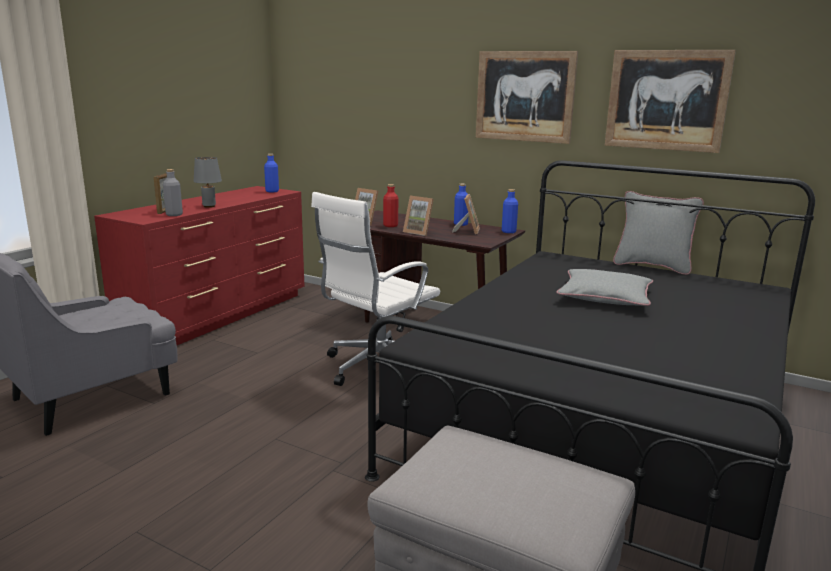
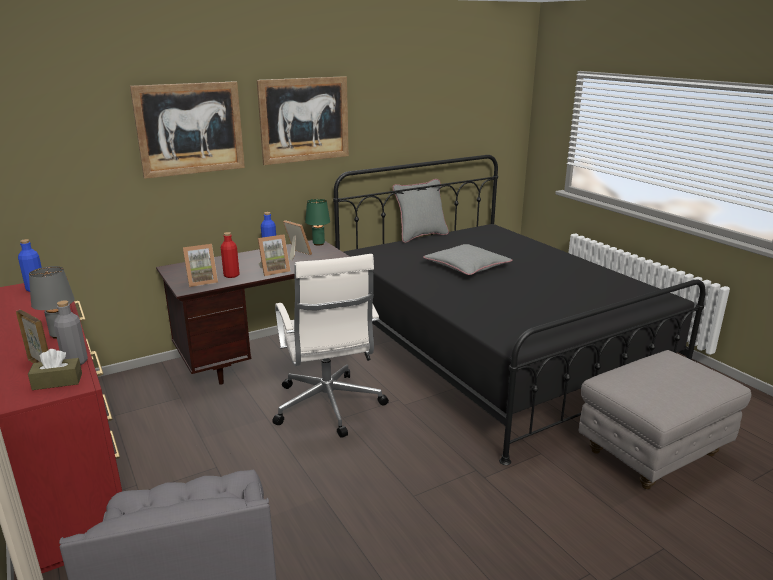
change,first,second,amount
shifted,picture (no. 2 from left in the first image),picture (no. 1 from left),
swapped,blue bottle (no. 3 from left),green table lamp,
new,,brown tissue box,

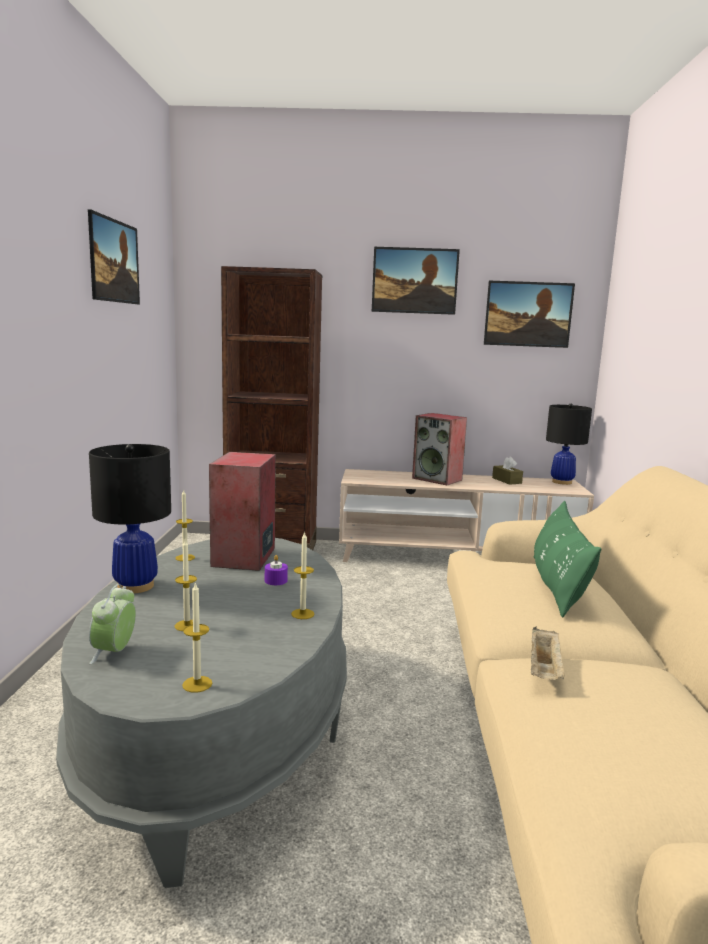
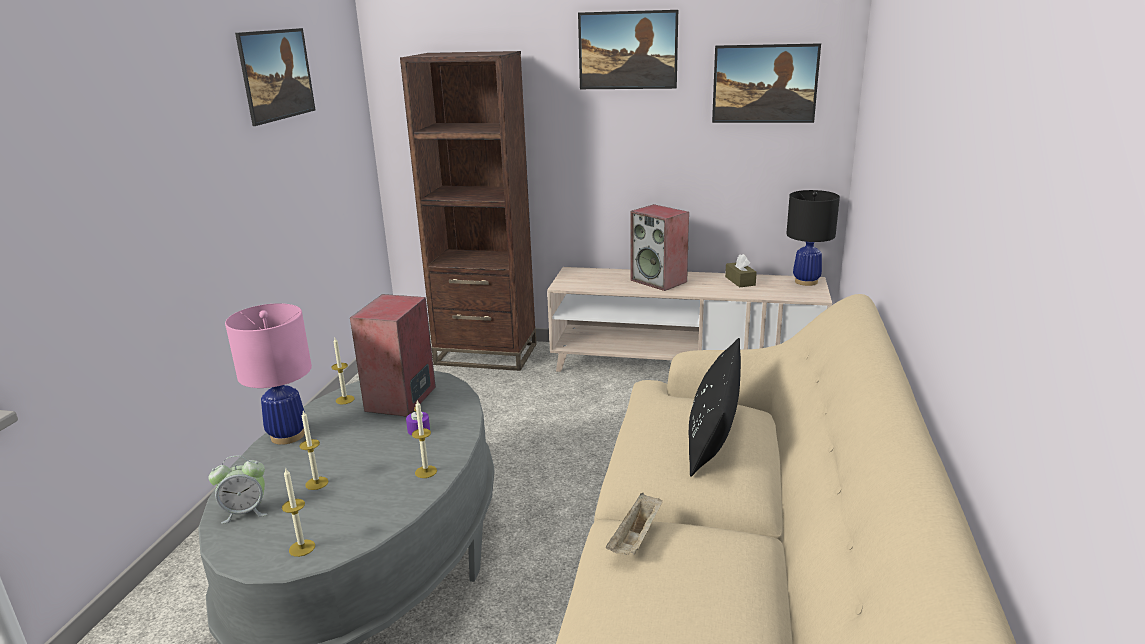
change,first,second,amount
repainted,black table lamp (no. 1 from left),pink table lamp,
repainted,green pillow,black pillow,
rotated,alarm clock,,120 degrees counterclockwise

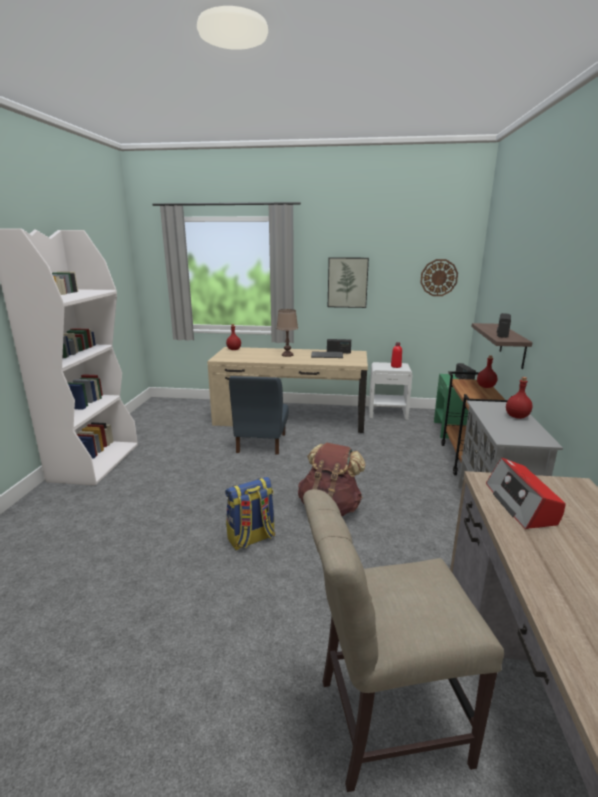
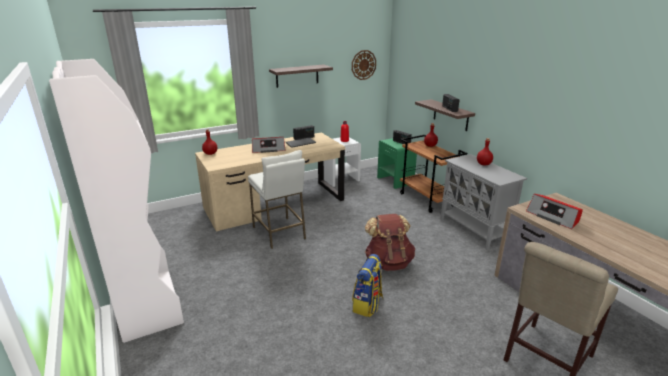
change,first,second,amount
swapped,picture,shelf (no. 1 from left),
swapped,brown table lamp,radio (no. 1 from left),
swapped,blue chair,white stool,

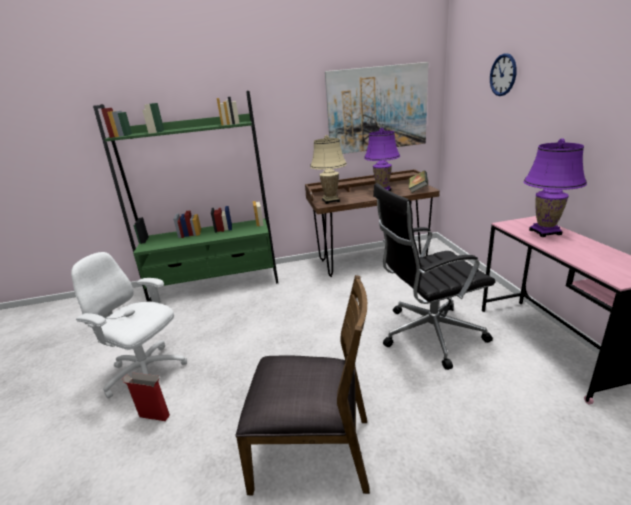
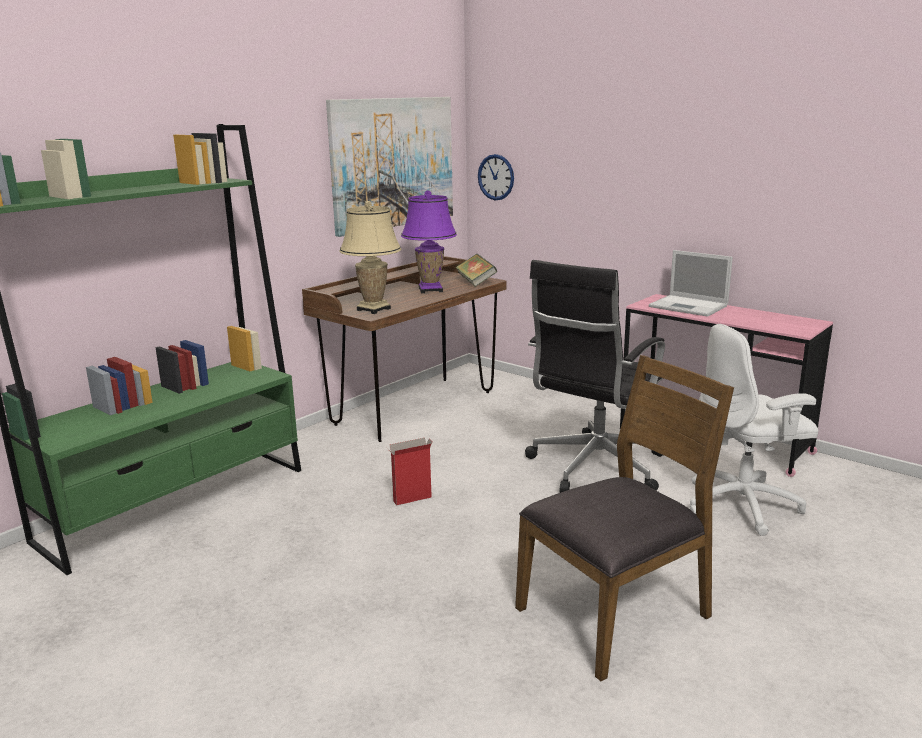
change,first,second,amount
shifted,wall clock,,
swapped,purple table lamp (no. 2 from left),laptop,
shifted,white office chair,,
shifted,cardboard box,,

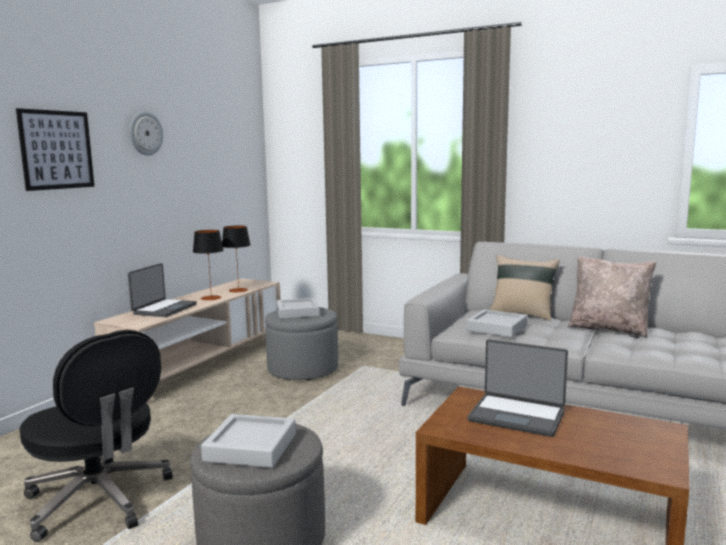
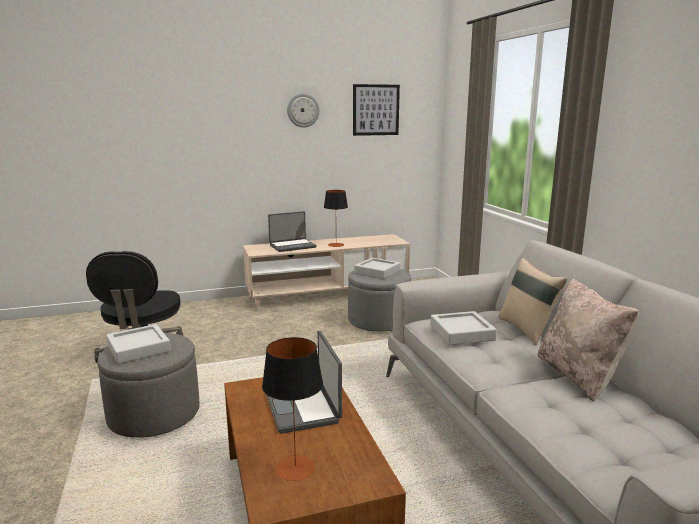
change,first,second,amount
shifted,picture,,
shifted,table lamp (no. 2 from left in the first image),table lamp (no. 1 from left),

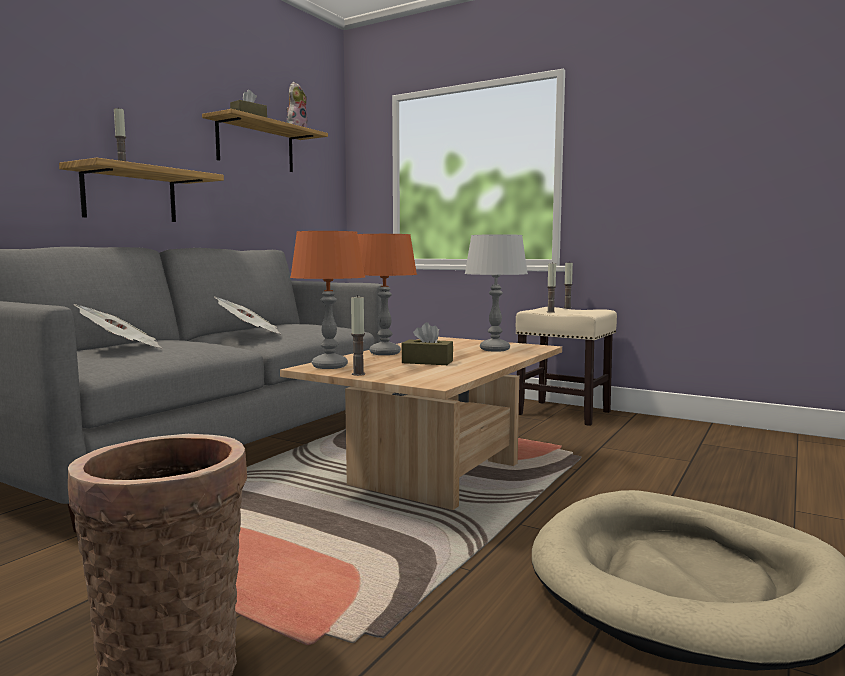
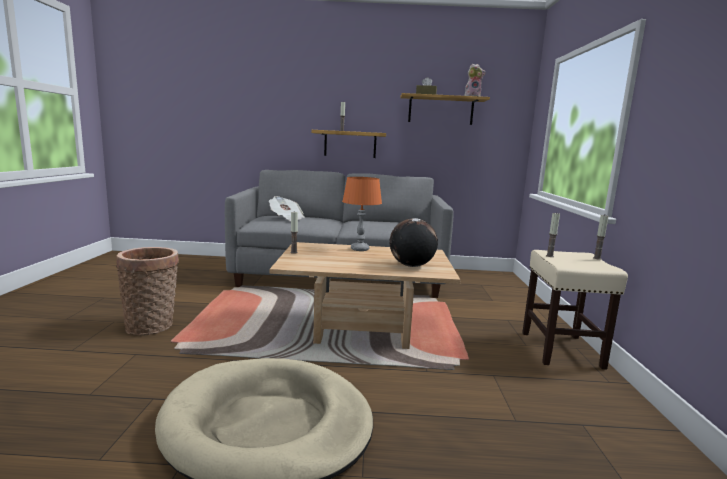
change,first,second,amount
gone,orange table lamp (no. 1 from left),,
swapped,grey table lamp,globe,
gone,newspaper (no. 2 from left),,
gone,brown tissue box (no. 2 from left),,

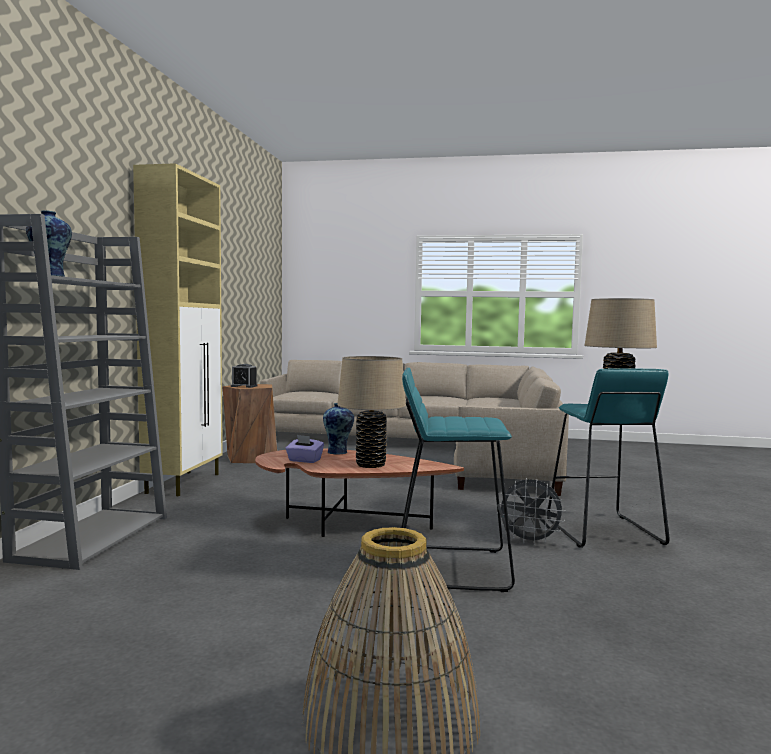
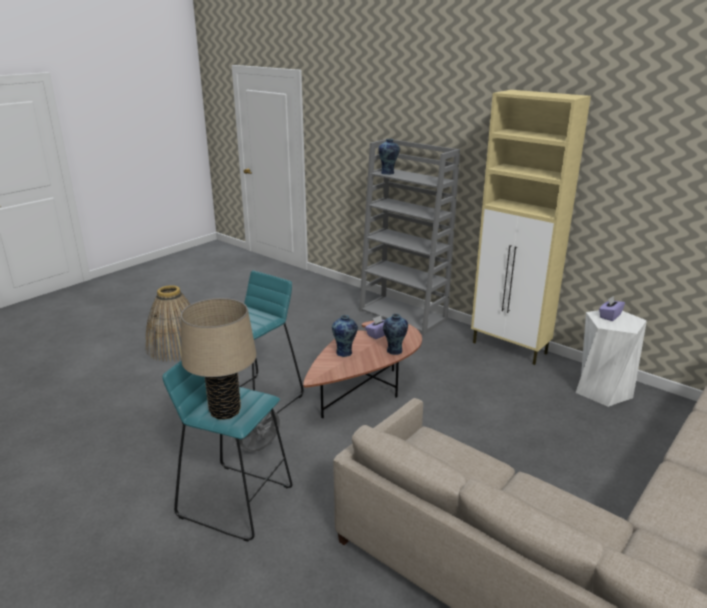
change,first,second,amount
swapped,beige table lamp (no. 1 from left),vase (no. 1 from left),
swapped,alarm clock,purple tissue box (no. 2 from left),
repainted,brown stool,white stool,

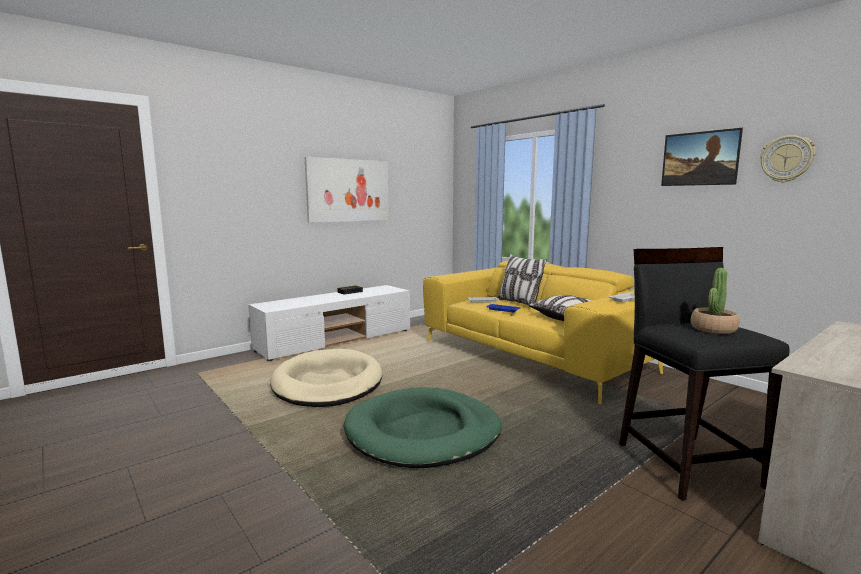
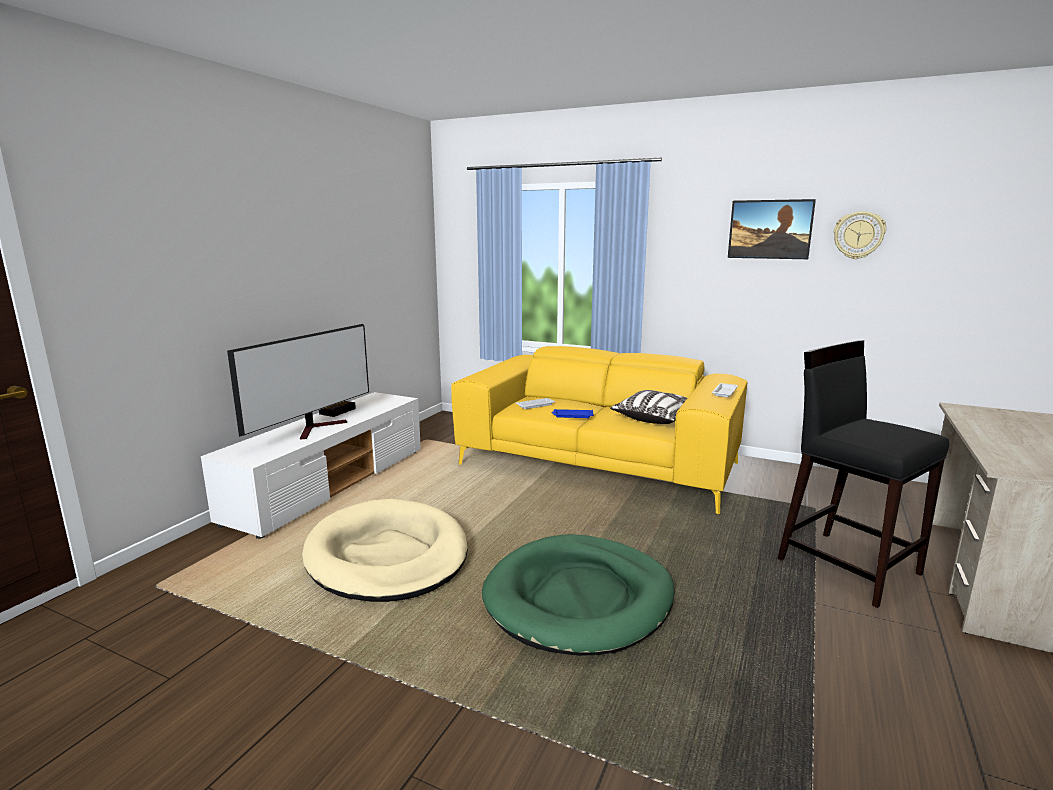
change,first,second,amount
gone,picture (no. 1 from left),,
gone,pillow (no. 1 from left),,
gone,potted plant,,
new,,television,

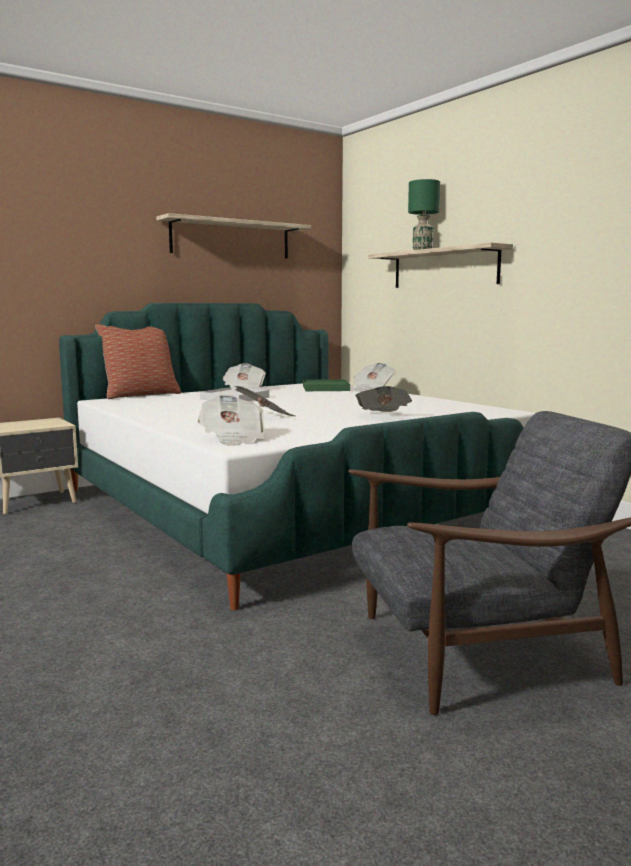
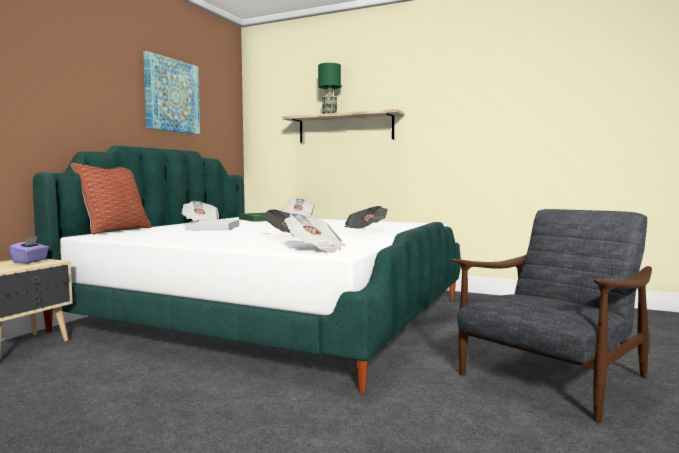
change,first,second,amount
swapped,shelf (no. 1 from left),picture,
new,,purple tissue box,

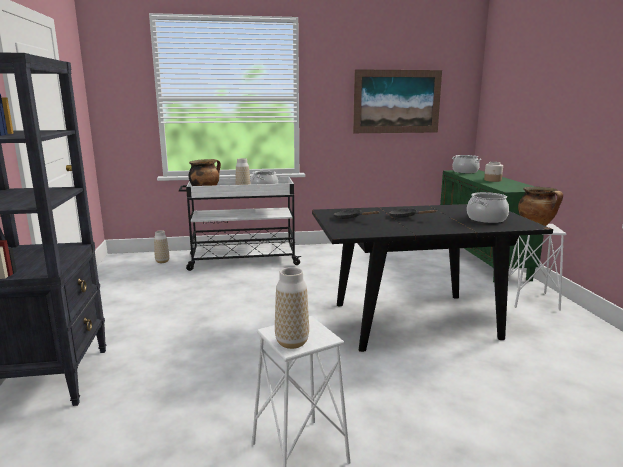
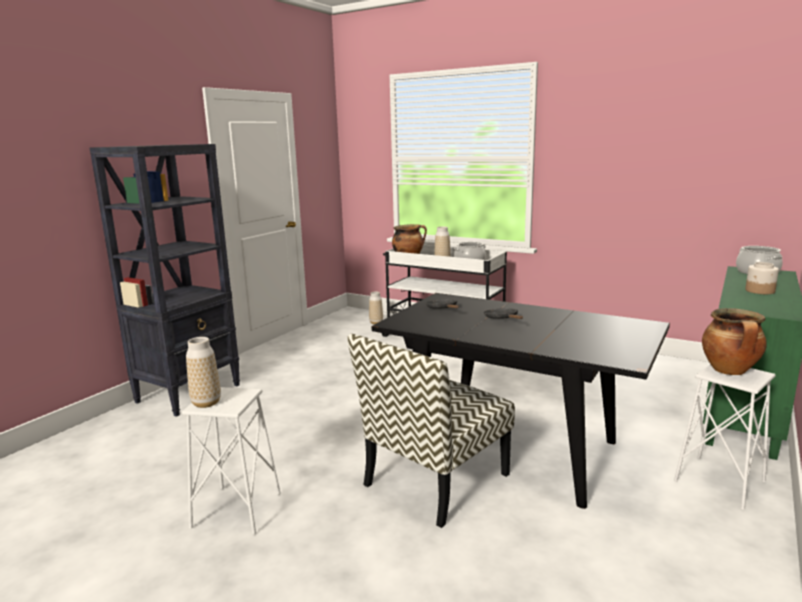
change,first,second,amount
gone,picture,,
gone,cooking pot (no. 4 from left),,
new,,chair,

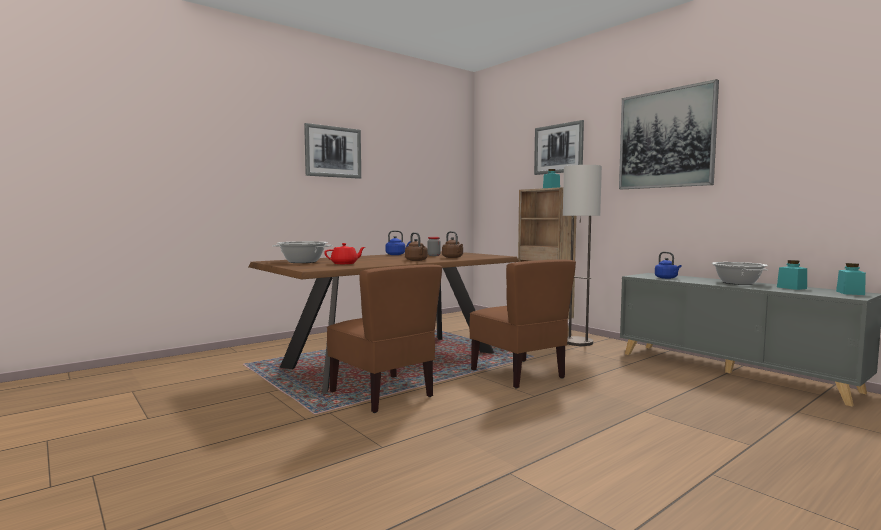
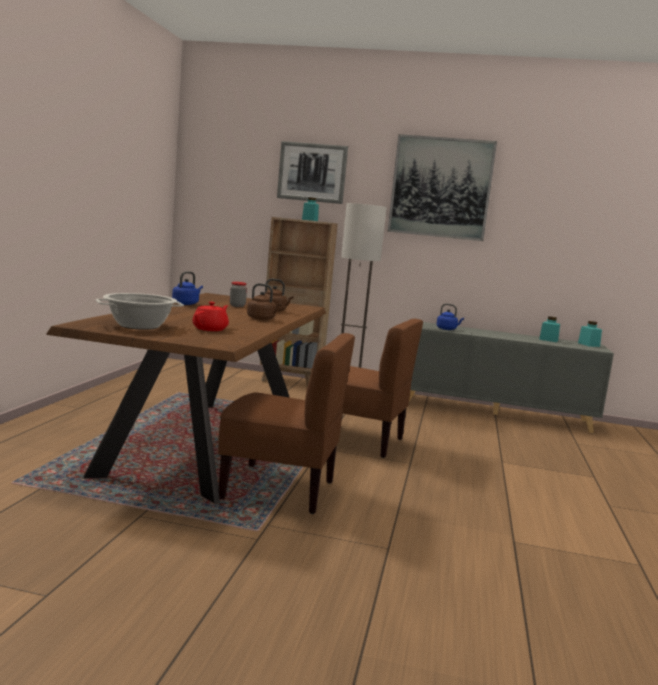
change,first,second,amount
gone,picture (no. 1 from left),,
gone,cooking pot (no. 2 from left),,

